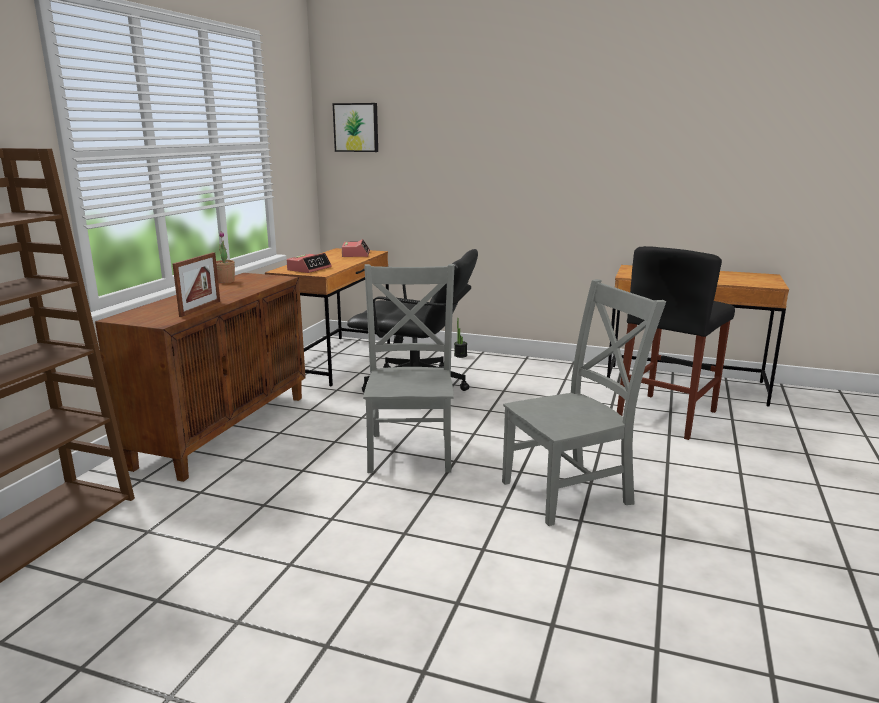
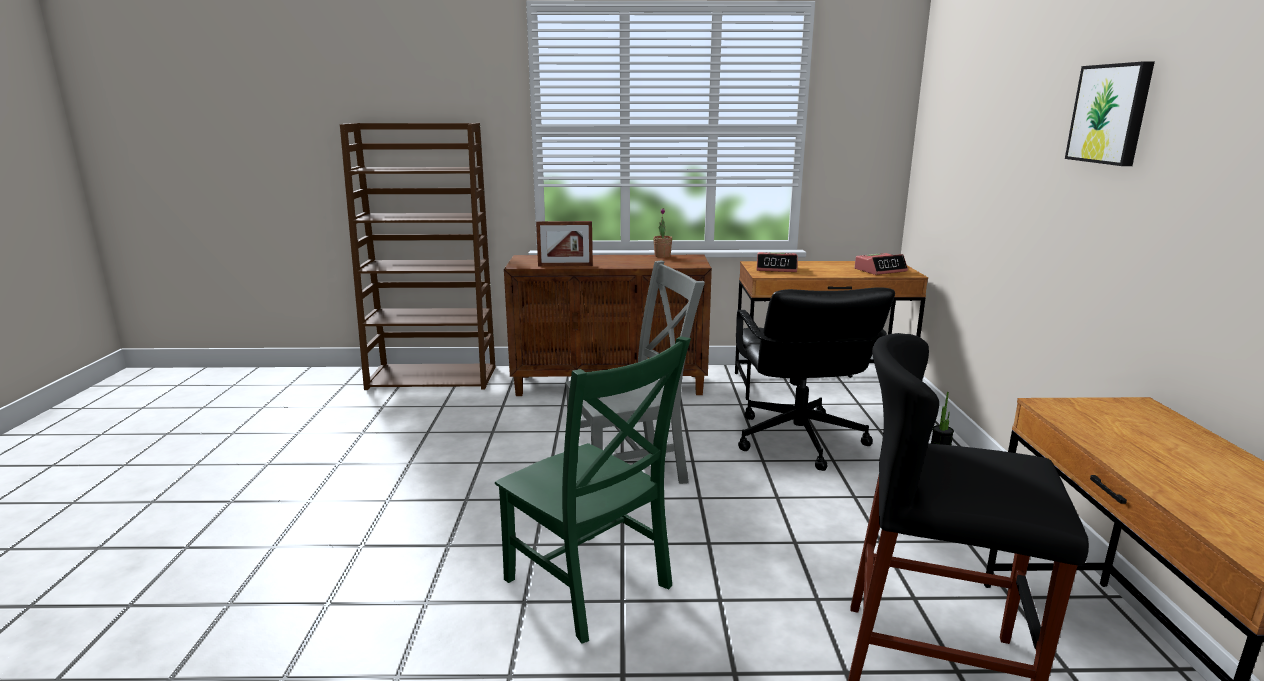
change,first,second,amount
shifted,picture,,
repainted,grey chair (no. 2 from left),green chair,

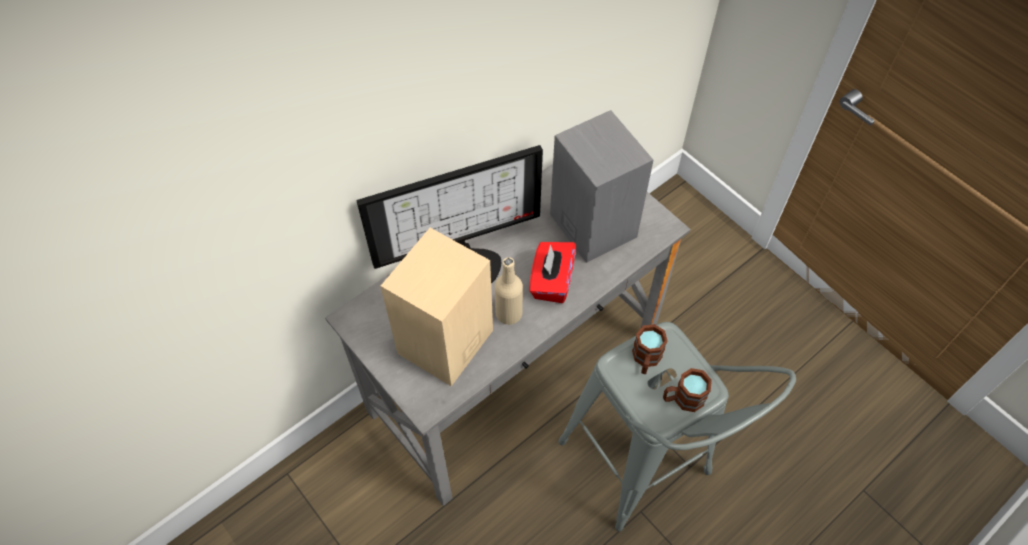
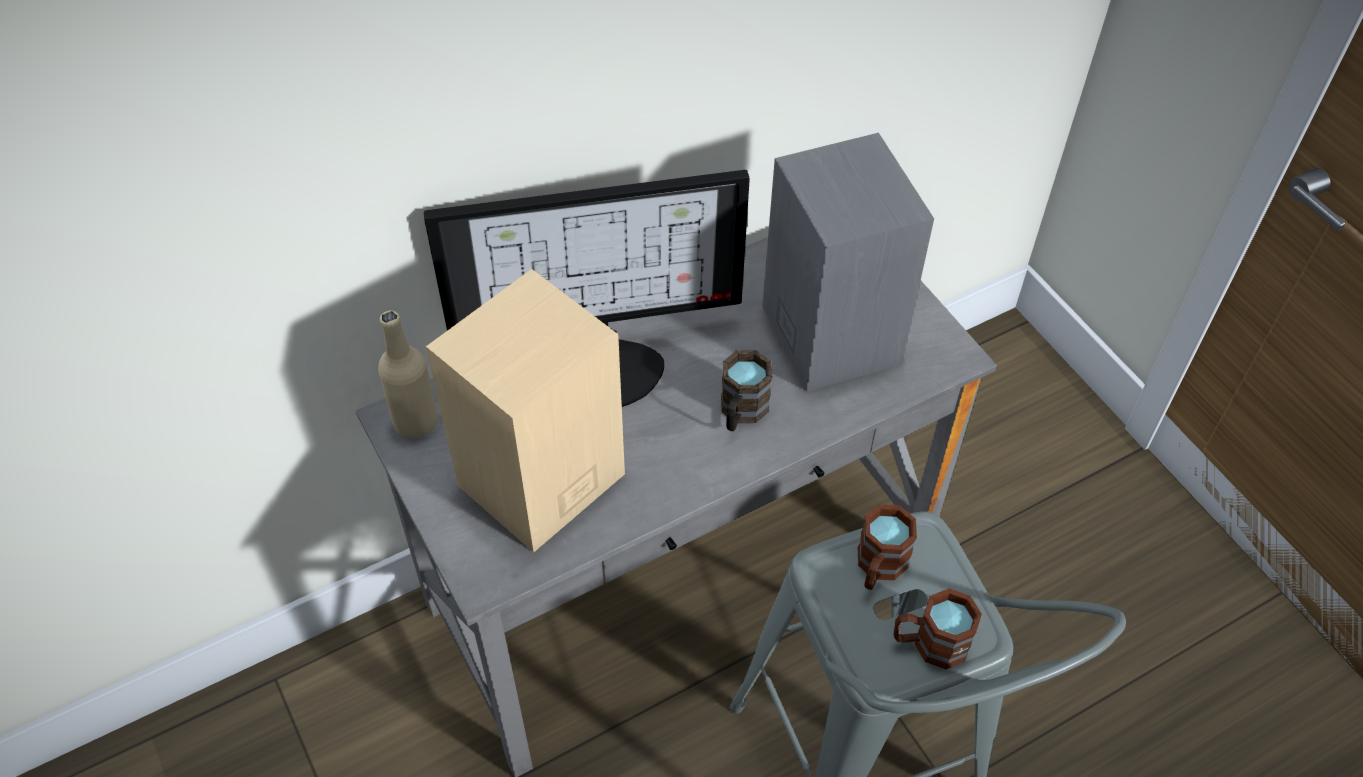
change,first,second,amount
swapped,red tissue box,brown mug (no. 1 from left),
shifted,beige bottle,,

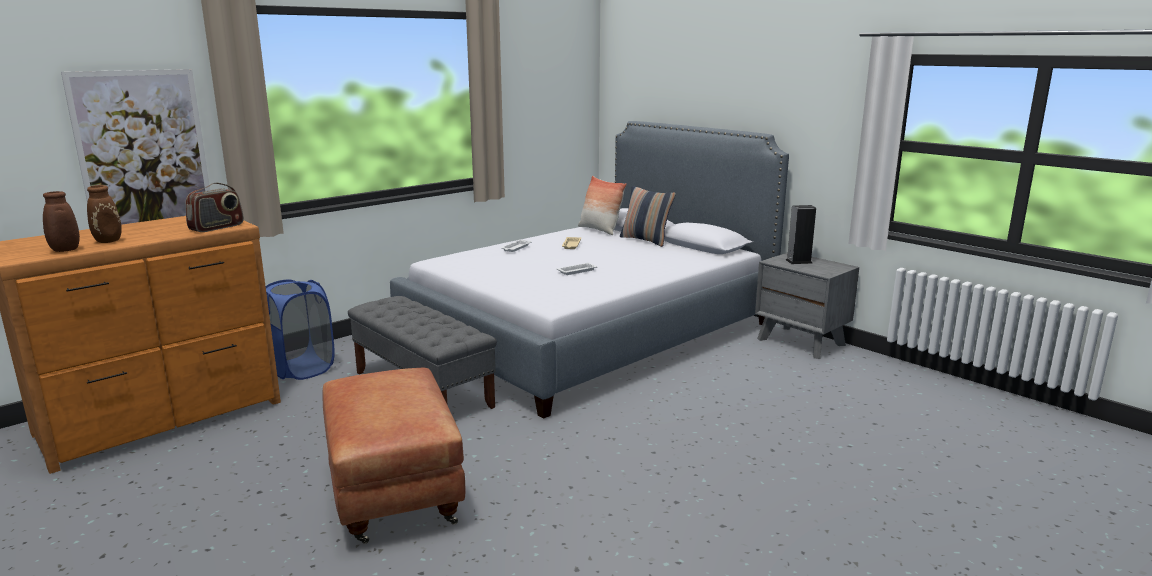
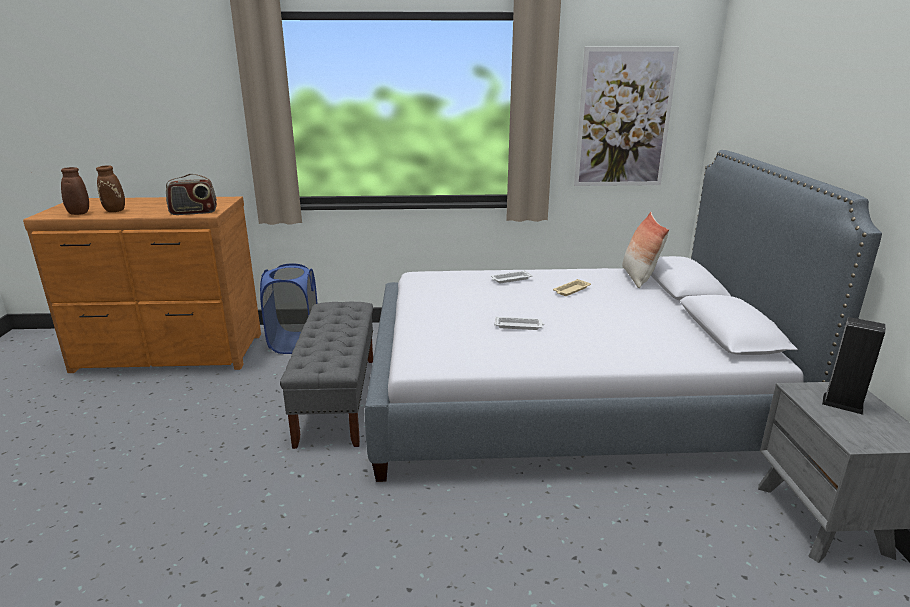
change,first,second,amount
shifted,picture,,
gone,pillow (no. 2 from left),,
gone,brown ottoman,,

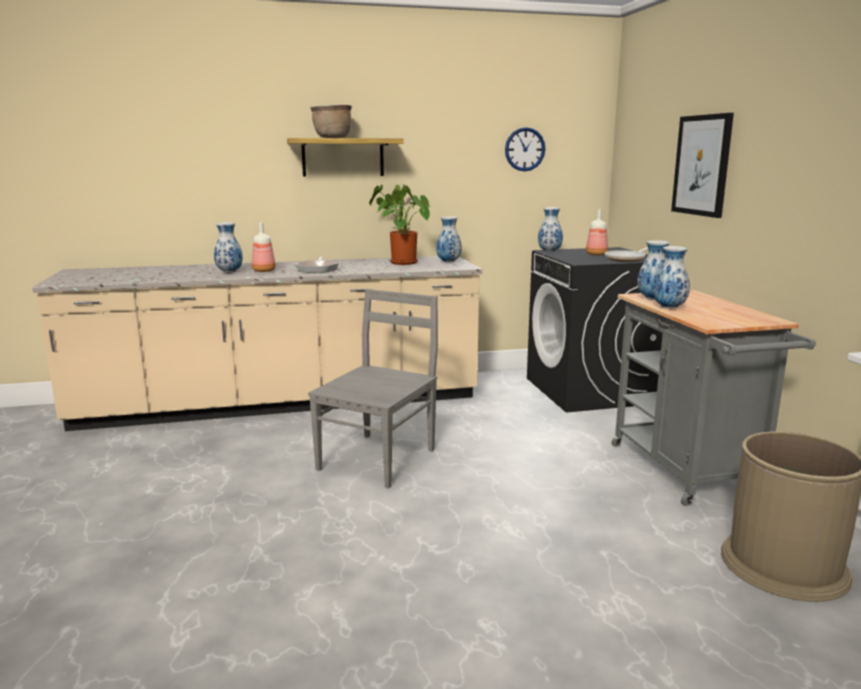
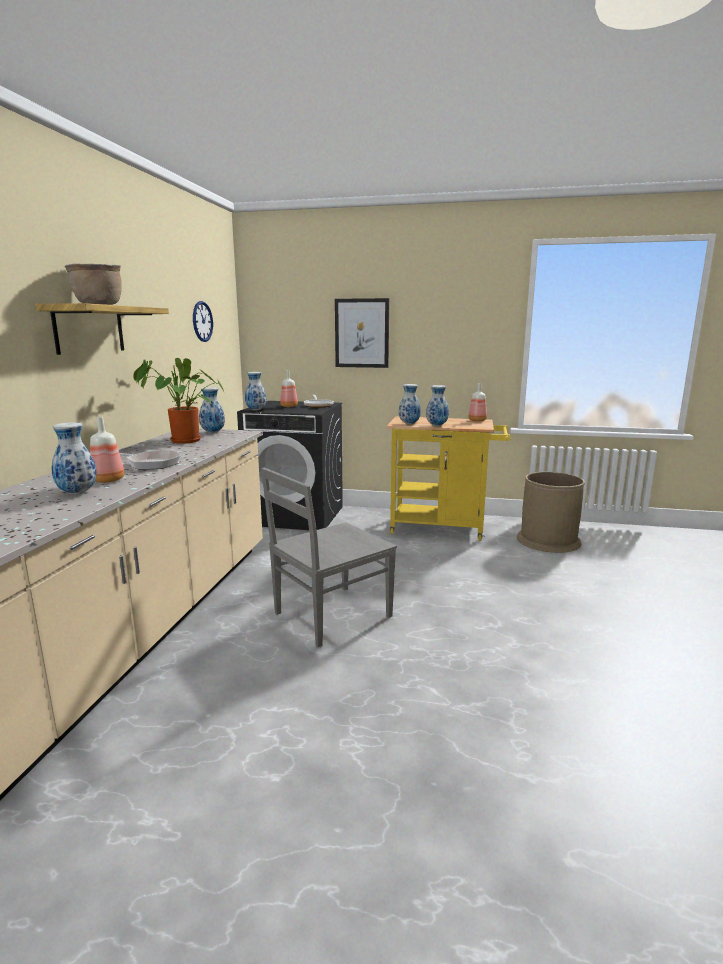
change,first,second,amount
rotated,grey chair,,90 degrees counterclockwise
repainted,grey cart,yellow cart,
new,,bottle (no. 3 from left),

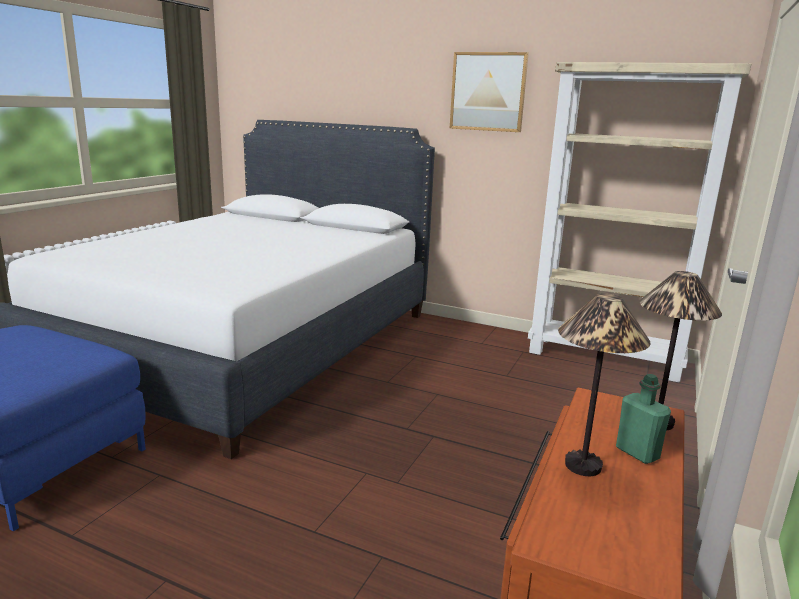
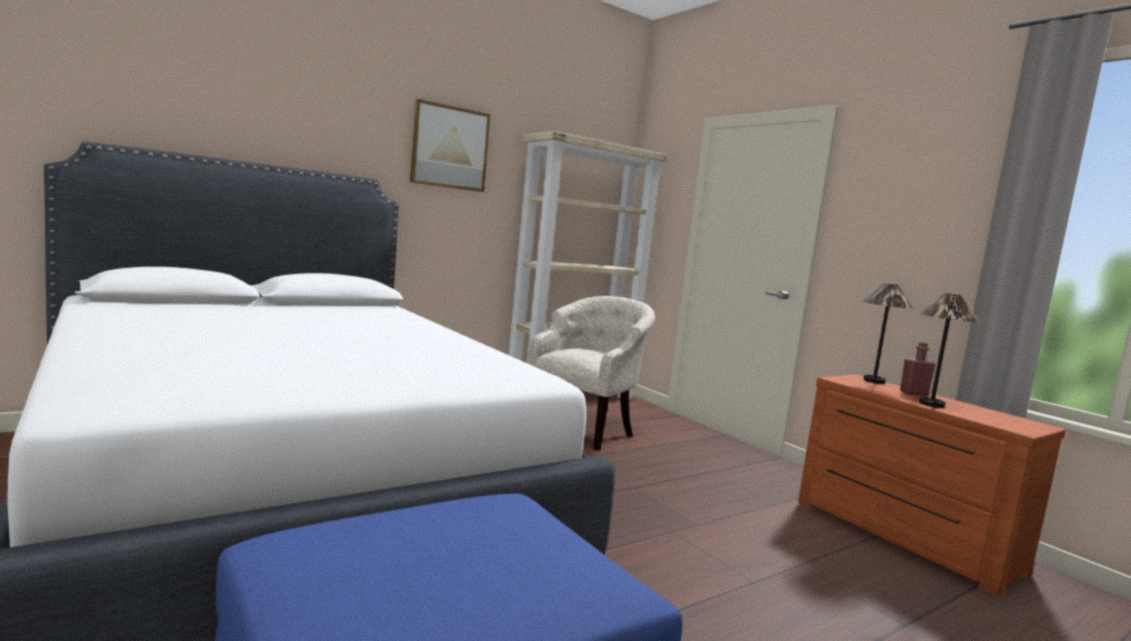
change,first,second,amount
repainted,green bottle,red bottle,
new,,beige armchair,

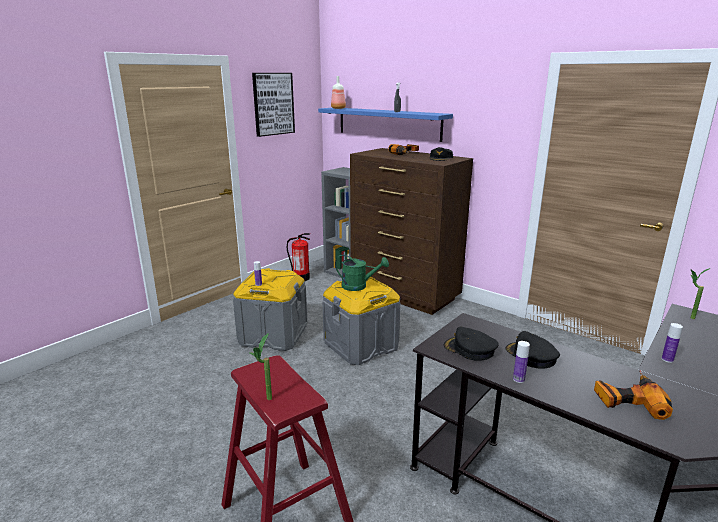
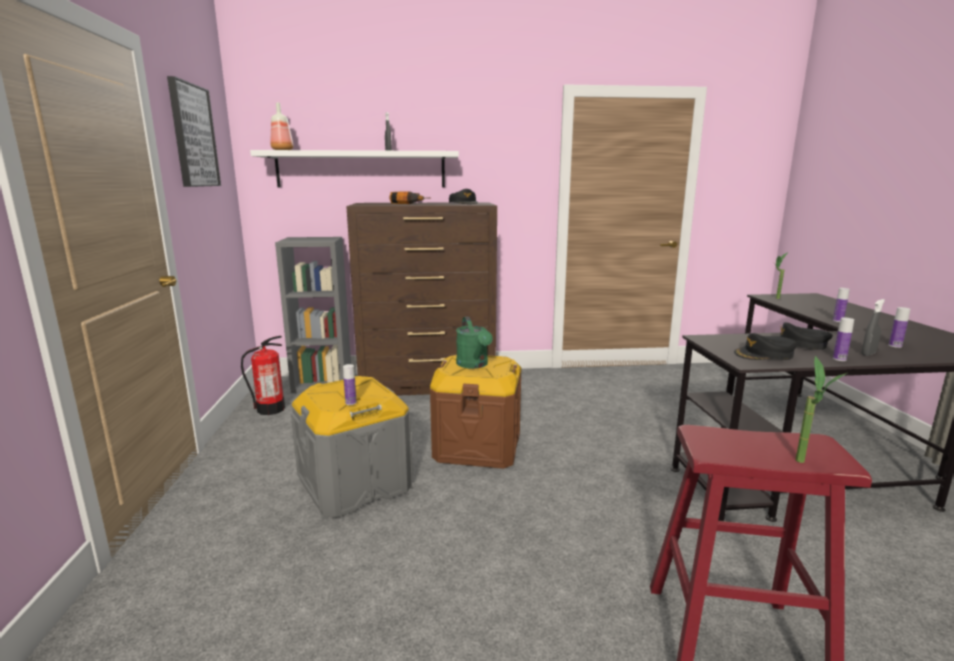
change,first,second,amount
repainted,blue shelf,white shelf,
rotated,green watering can,,105 degrees clockwise
repainted,grey storage box (no. 2 from left),brown storage box,
swapped,power drill (no. 2 from left),bottle (no. 5 from left),
new,,grey spray bottle (no. 2 from left),

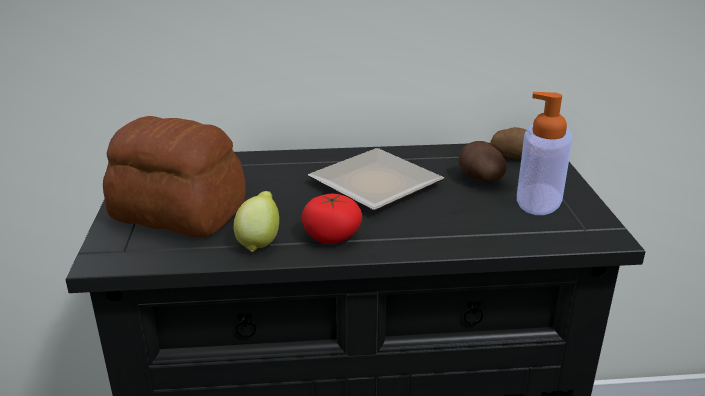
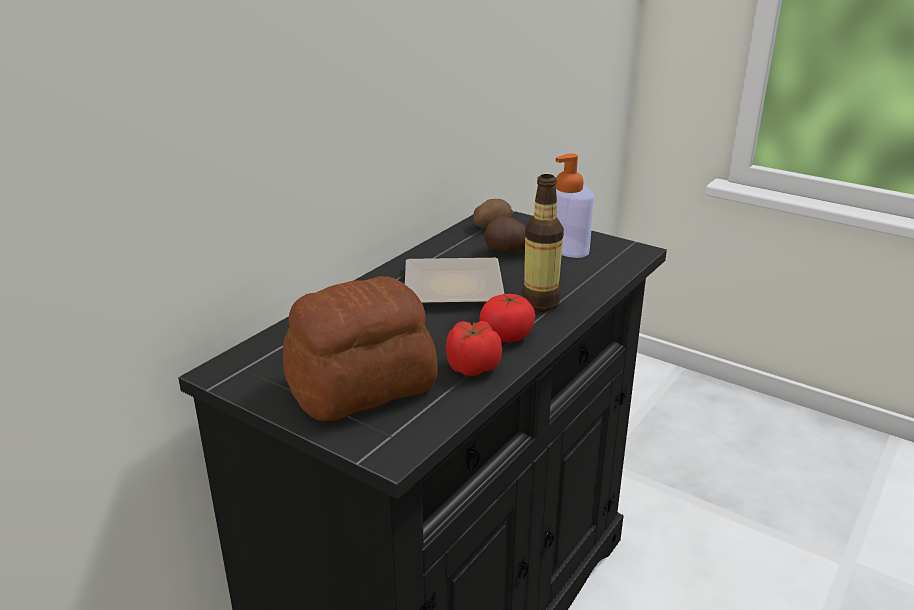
change,first,second,amount
swapped,lemon,tomato (no. 1 from left),
new,,bottle,

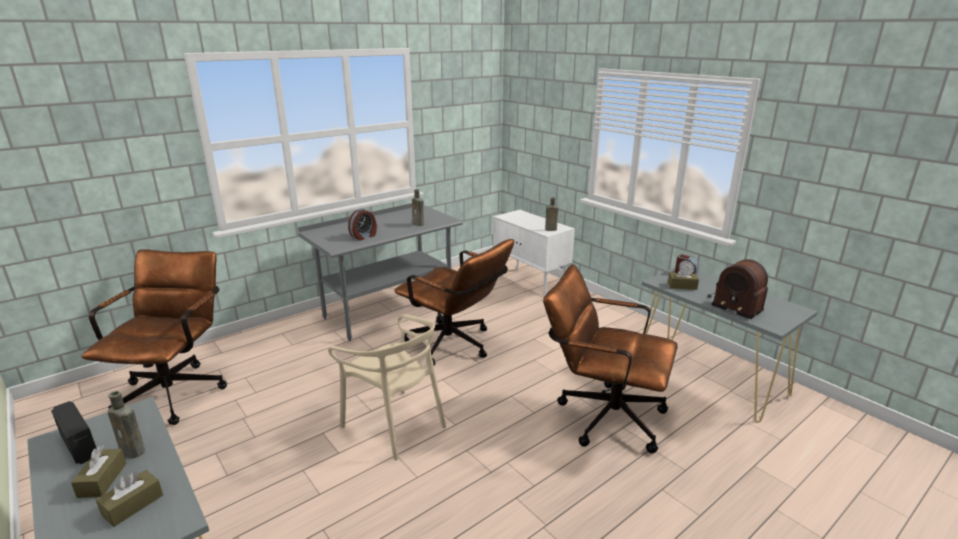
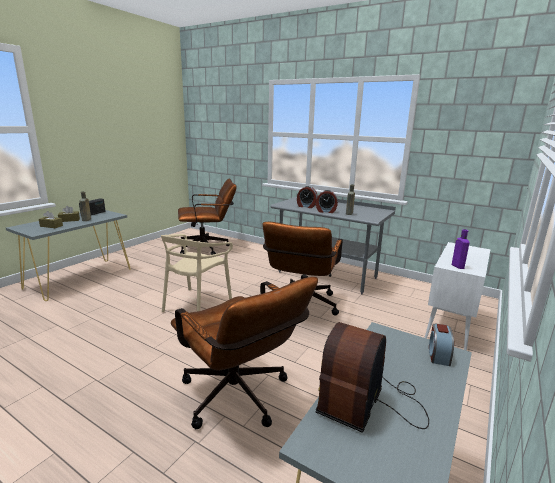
change,first,second,amount
repainted,brown bottle (no. 3 from left),purple bottle,
rotated,brown office chair (no. 3 from left in the first image),brown office chair (no. 2 from left),135 degrees clockwise
gone,brown tissue box (no. 3 from left),,
new,,alarm clock (no. 2 from left),

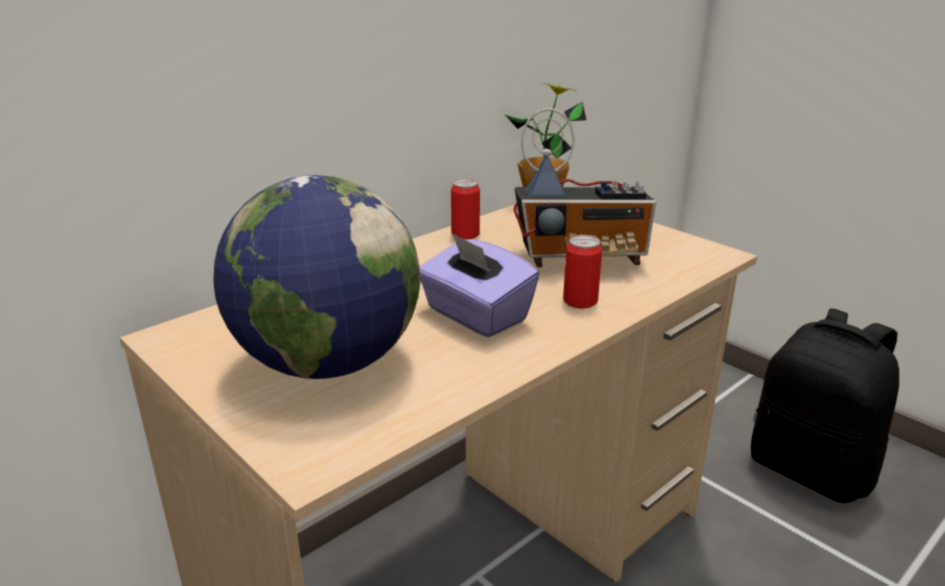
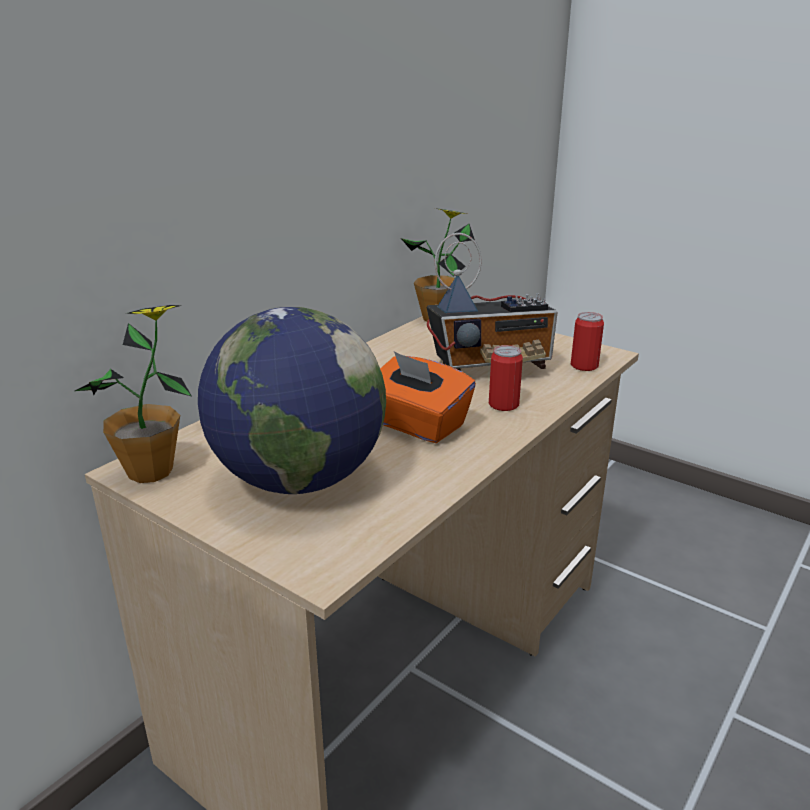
change,first,second,amount
shifted,can (no. 1 from left in the first image),can (no. 2 from left),
repainted,purple tissue box,orange tissue box,
gone,black backpack,,
new,,potted plant (no. 1 from left),

